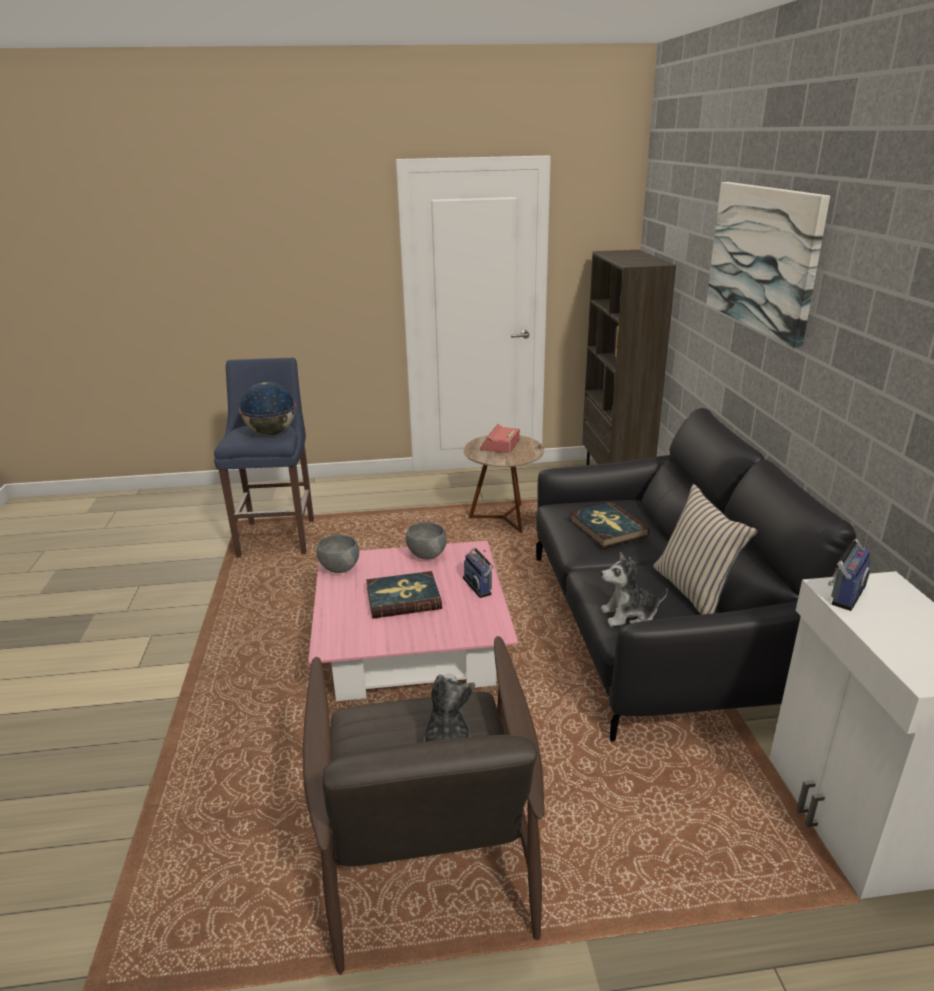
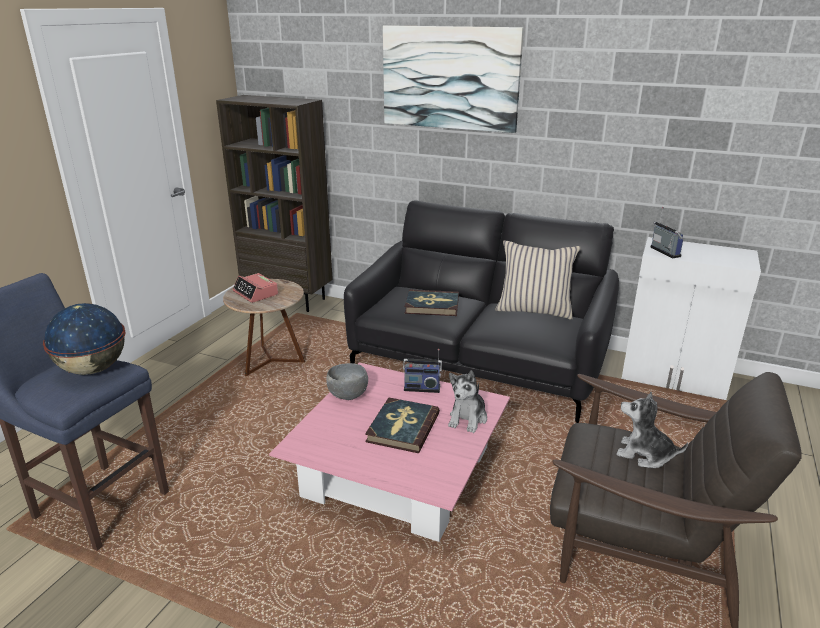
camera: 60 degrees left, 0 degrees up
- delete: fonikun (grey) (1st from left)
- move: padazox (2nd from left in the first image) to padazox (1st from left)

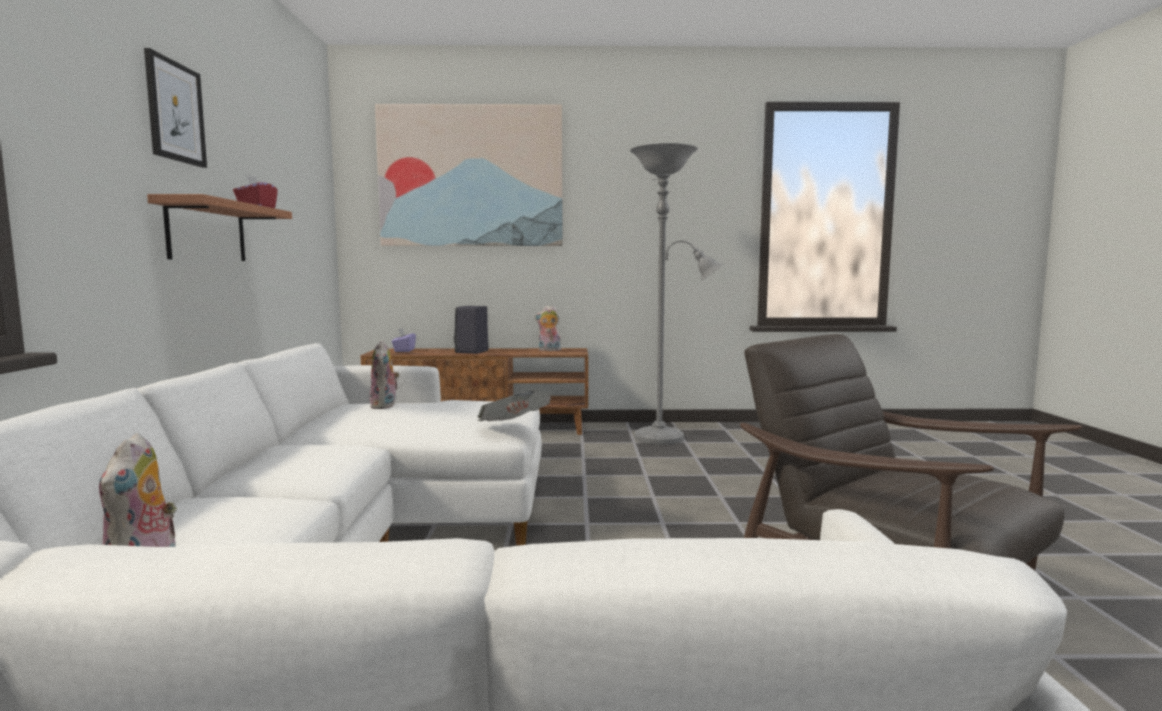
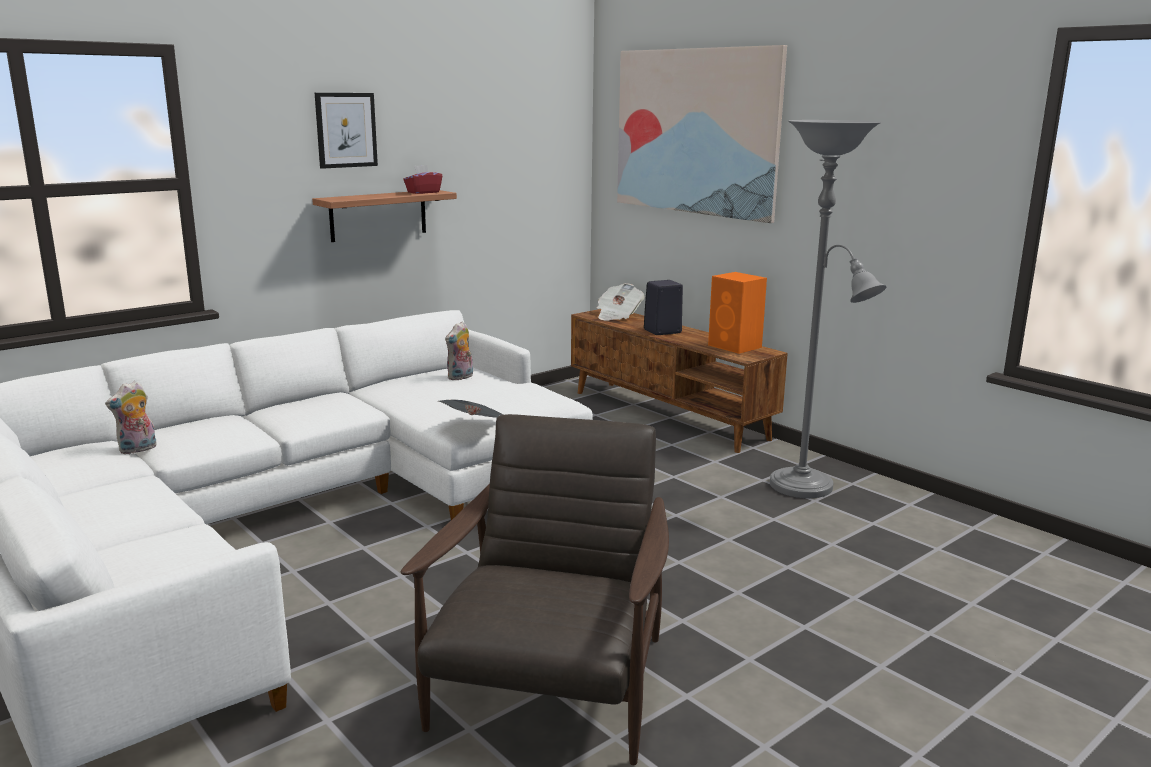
camera: 50 degrees right, 10 degrees up
- replace: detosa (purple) to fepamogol (2nd from left)
- replace: padazox (3rd from left) to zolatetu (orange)

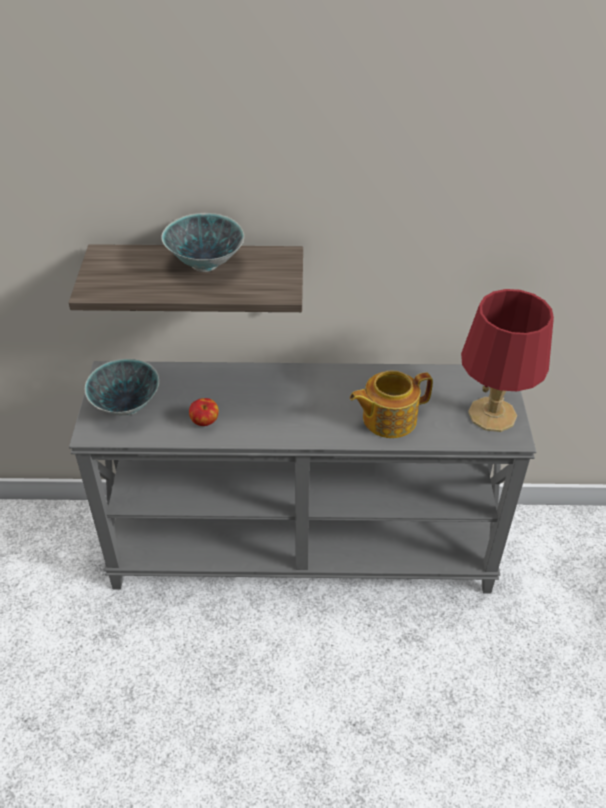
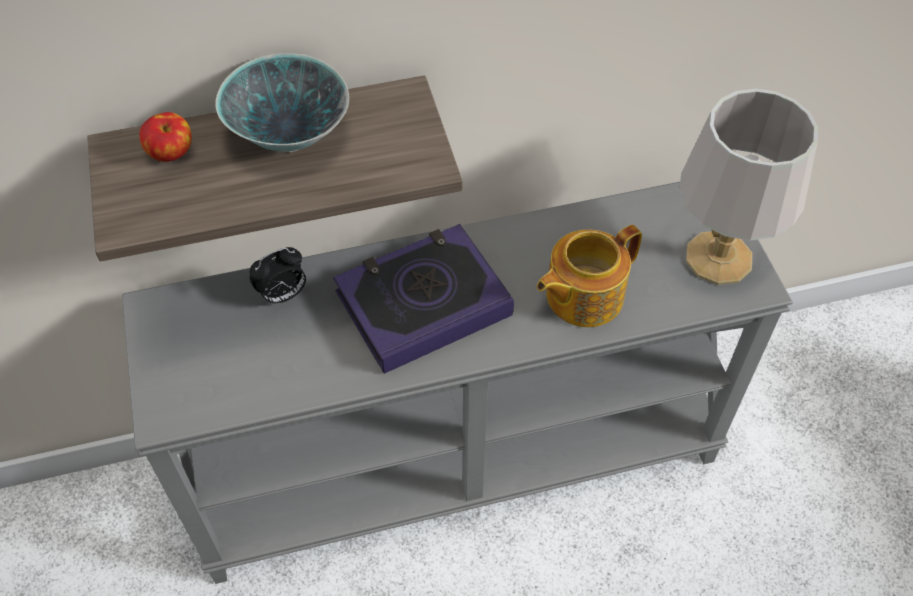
camera: 15 degrees left, 10 degrees up
- delete: fonikun (1st from left)
- insert: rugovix
- insert: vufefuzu
- move: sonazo
- recolor: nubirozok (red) to nubirozok (grey)

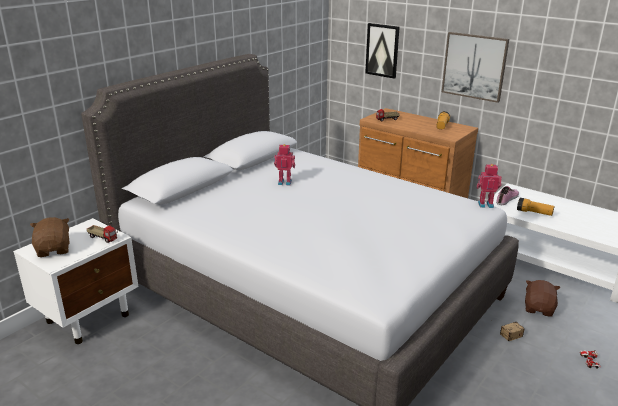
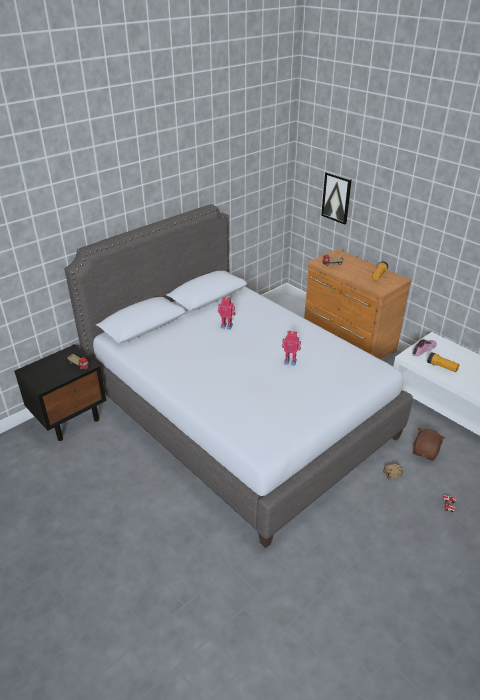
camera: 10 degrees right, 10 degrees up
- delete: padazox (brown) (1st from left)
- delete: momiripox (2nd from left)
- move: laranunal (2nd from left)
- recolor: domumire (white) to domumire (black)

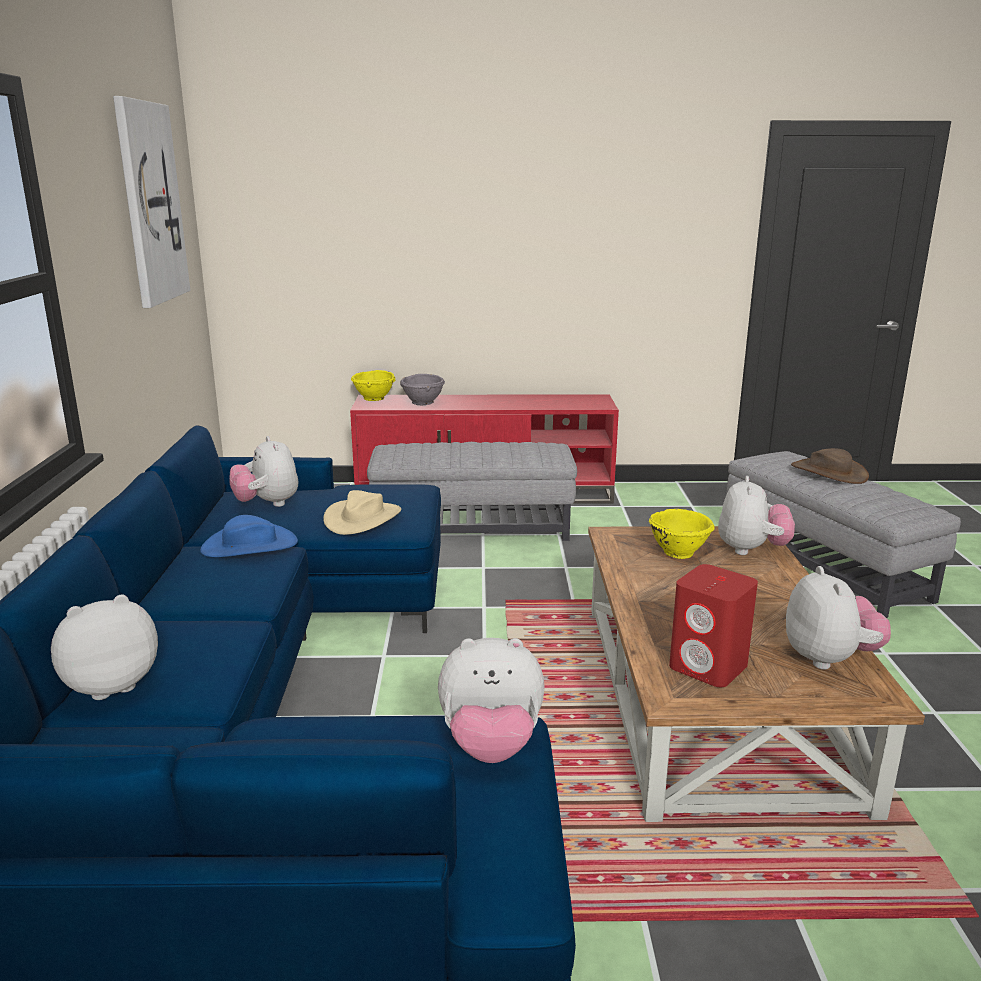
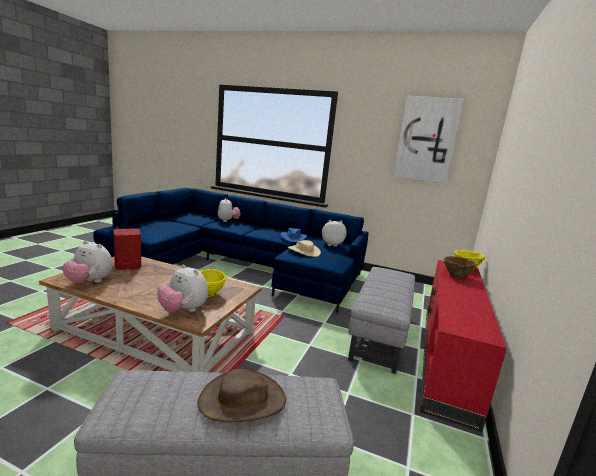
camera: 110 degrees right, 5 degrees down
- delete: padazox (3rd from left)
- recolor: fonikun (grey) to fonikun (brown)

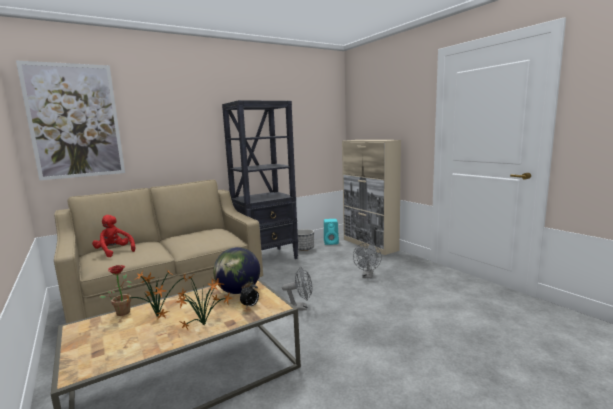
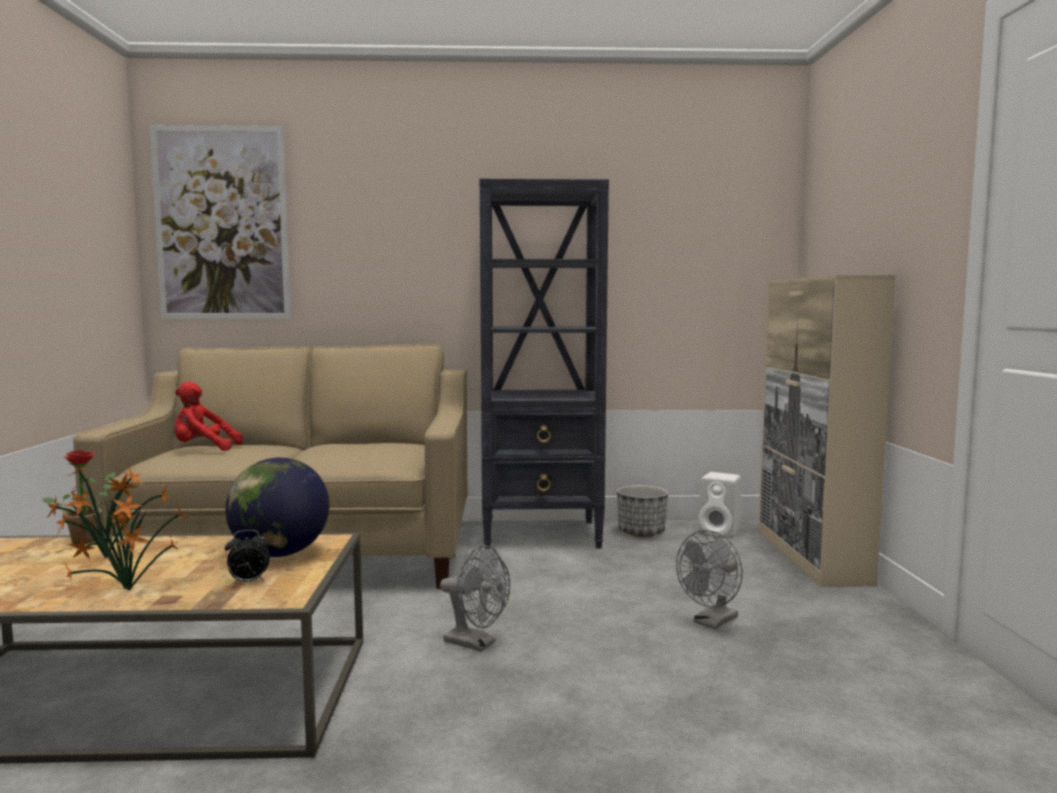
camera: 30 degrees right, 5 degrees down
- recolor: zolatetu (turquoise) to zolatetu (white)
- rotate: padazox (red) 75 degrees counterclockwise

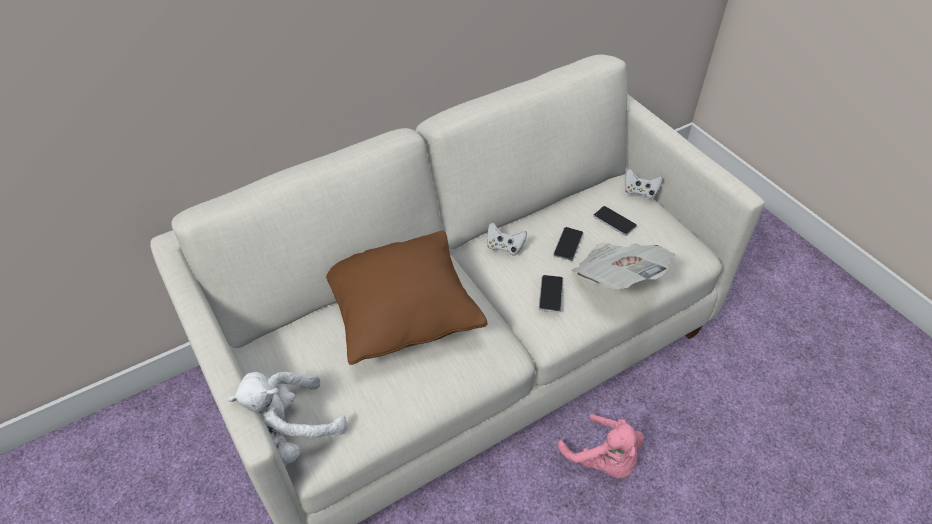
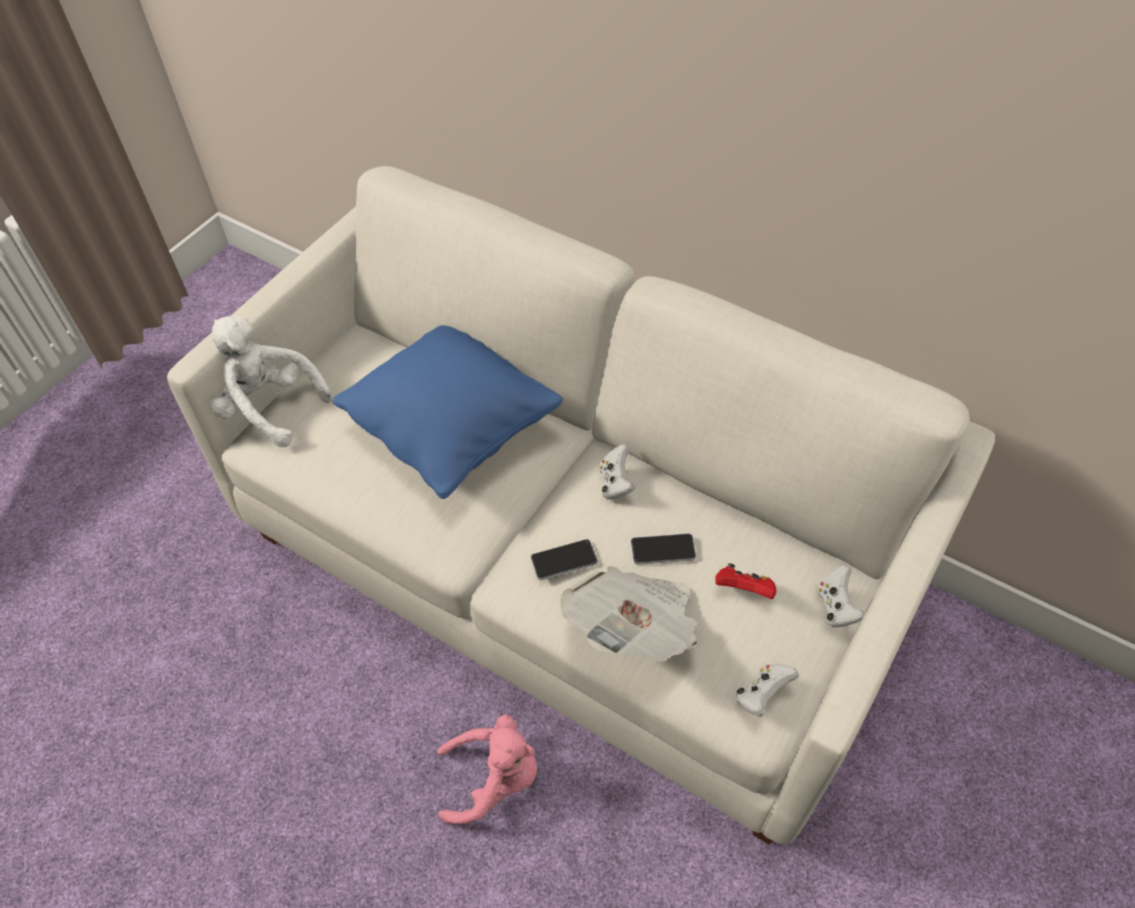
camera: 65 degrees right, 5 degrees up
- insert: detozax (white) (2nd from left)
- replace: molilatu (3rd from left) to detozax (red)
- recolor: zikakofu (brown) to zikakofu (blue)
- rotate: padazox (pink) 120 degrees counterclockwise

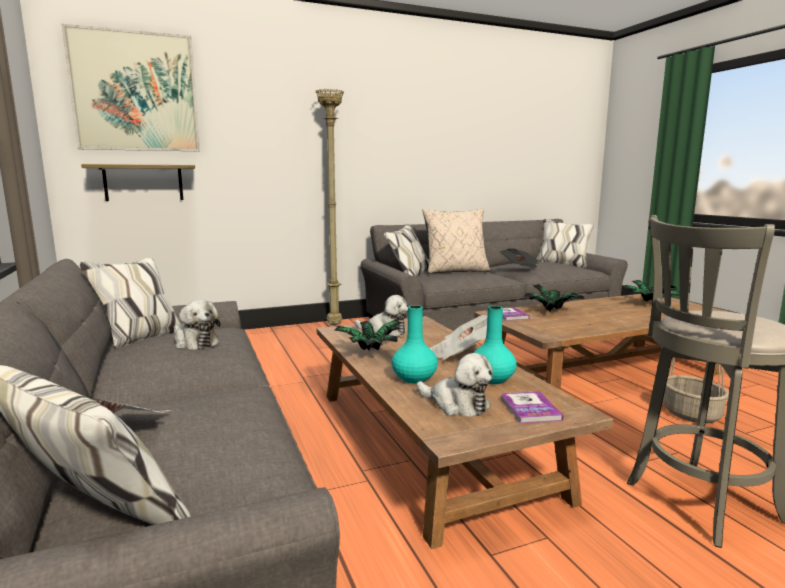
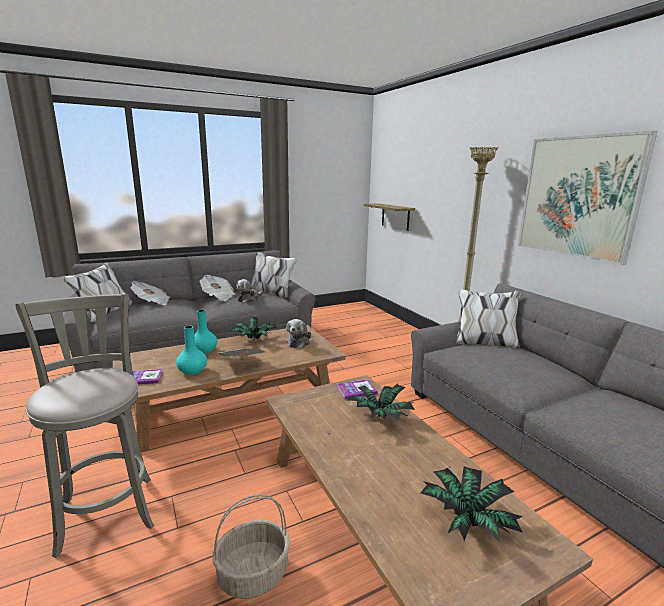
camera: 85 degrees right, 5 degrees up
- delete: padazox (3rd from left)
- delete: zikakofu (beige)
- move: momiripox
- move: fepamogol (3rd from left in the first image) to fepamogol (2nd from left)

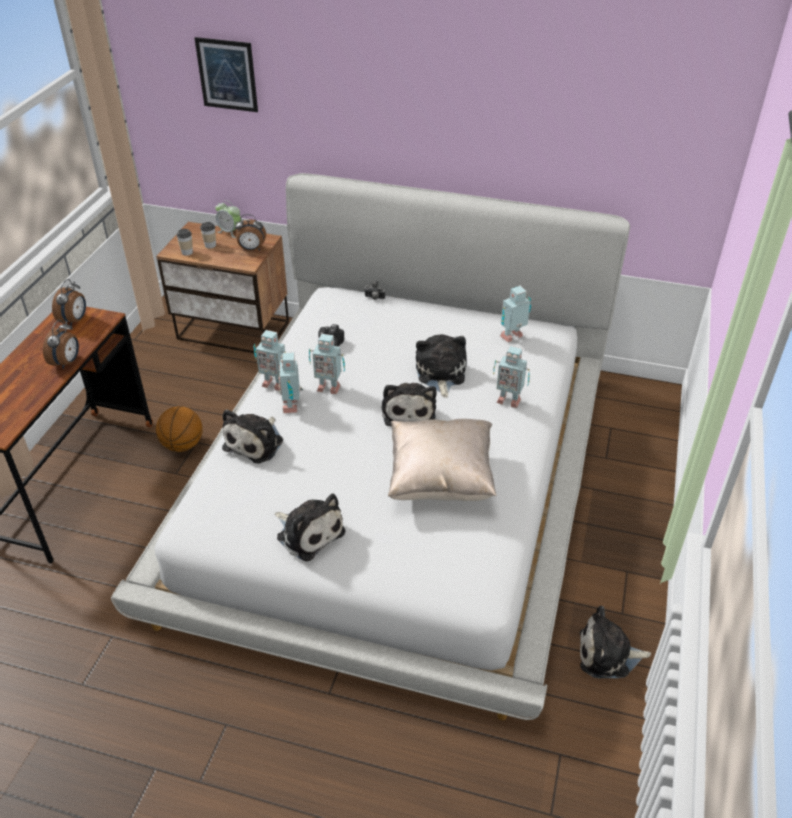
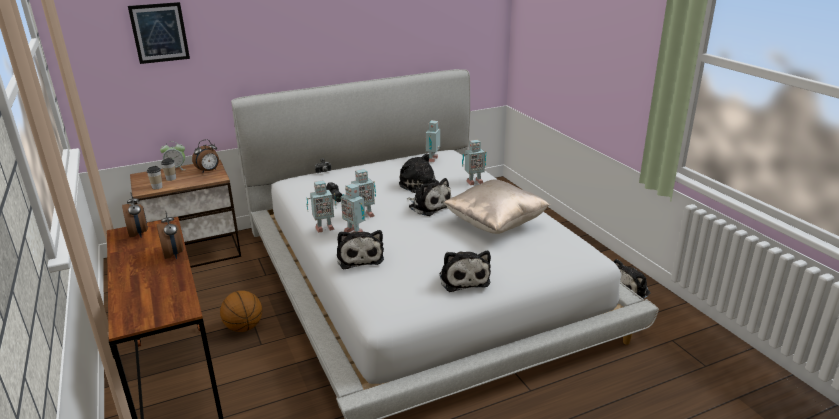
camera: 40 degrees left, 15 degrees down
- rotate: padazox (2nd from left in the first image) 75 degrees clockwise

